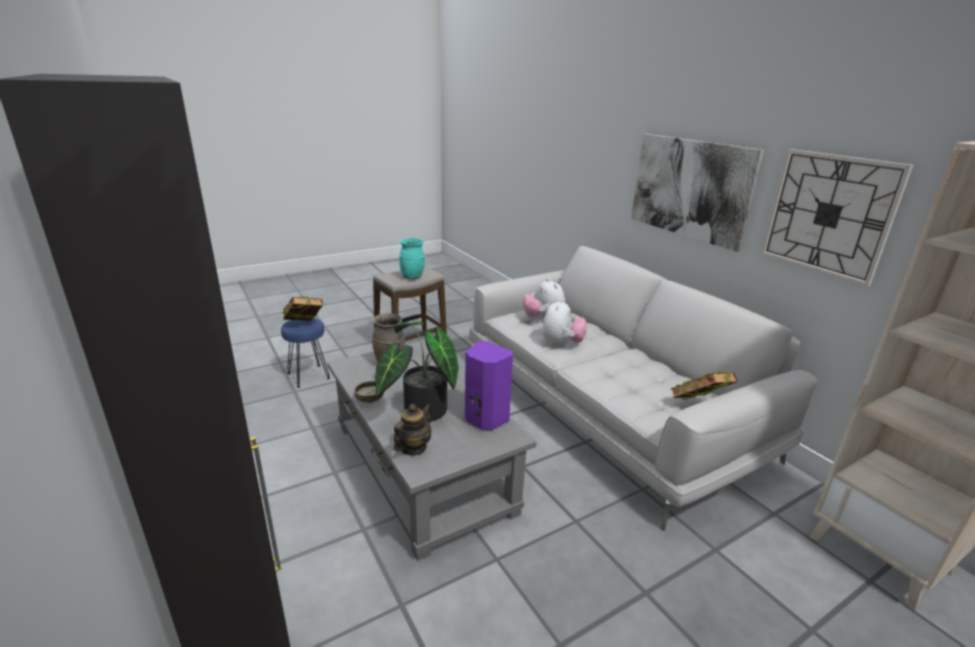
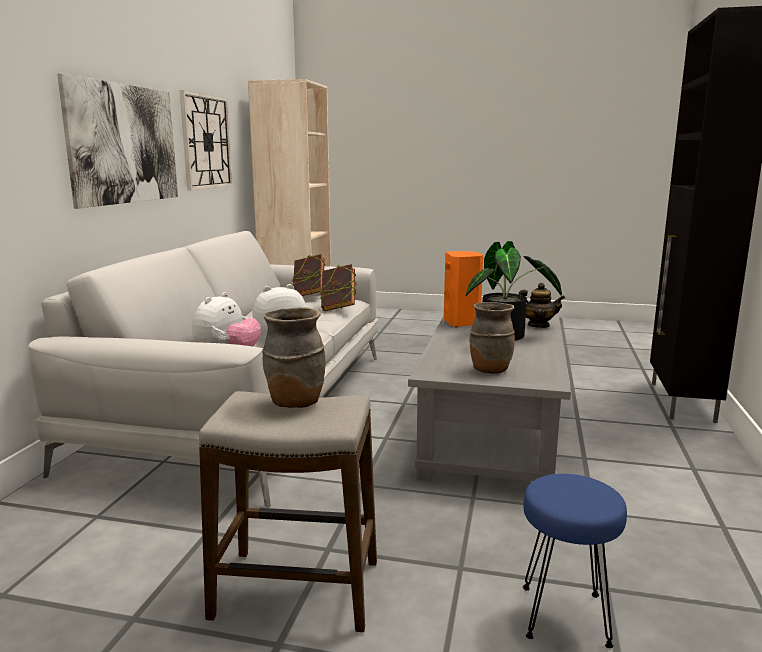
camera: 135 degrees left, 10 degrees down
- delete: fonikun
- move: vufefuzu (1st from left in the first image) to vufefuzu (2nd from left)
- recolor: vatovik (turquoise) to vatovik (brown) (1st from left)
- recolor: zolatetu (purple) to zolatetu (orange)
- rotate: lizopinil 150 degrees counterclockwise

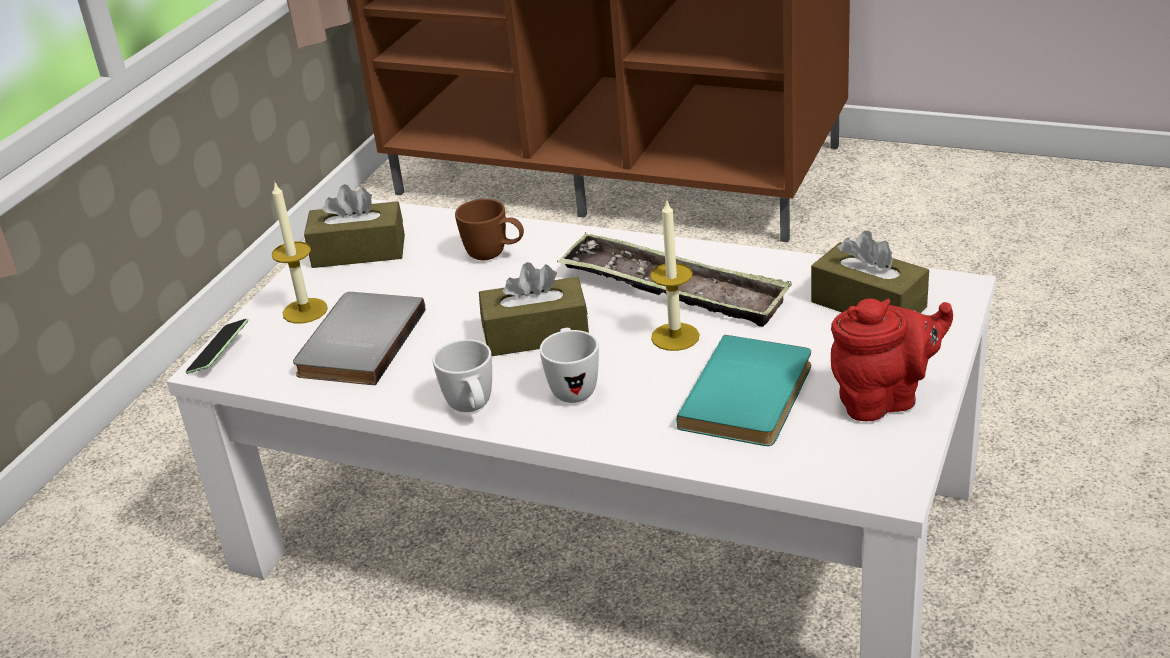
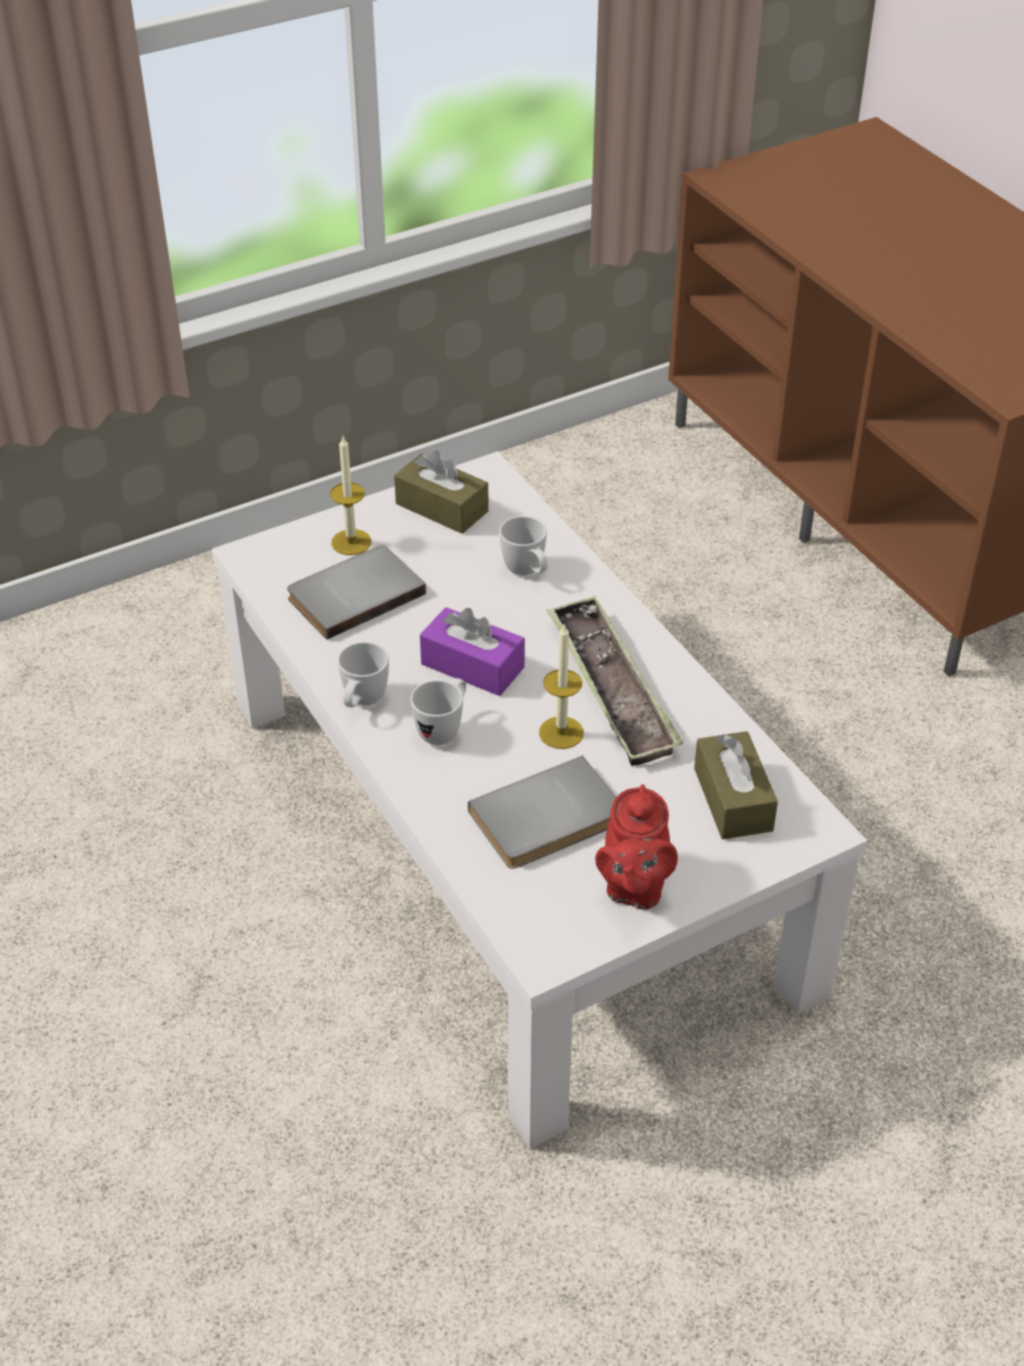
camera: 35 degrees right, 10 degrees up
- delete: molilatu
- recolor: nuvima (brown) to nuvima (white) (3rd from left)
- recolor: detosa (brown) (2nd from left) to detosa (purple)
- recolor: vufefuzu (turquoise) to vufefuzu (grey) (2nd from left)
- rotate: lizopinil (red) 75 degrees clockwise

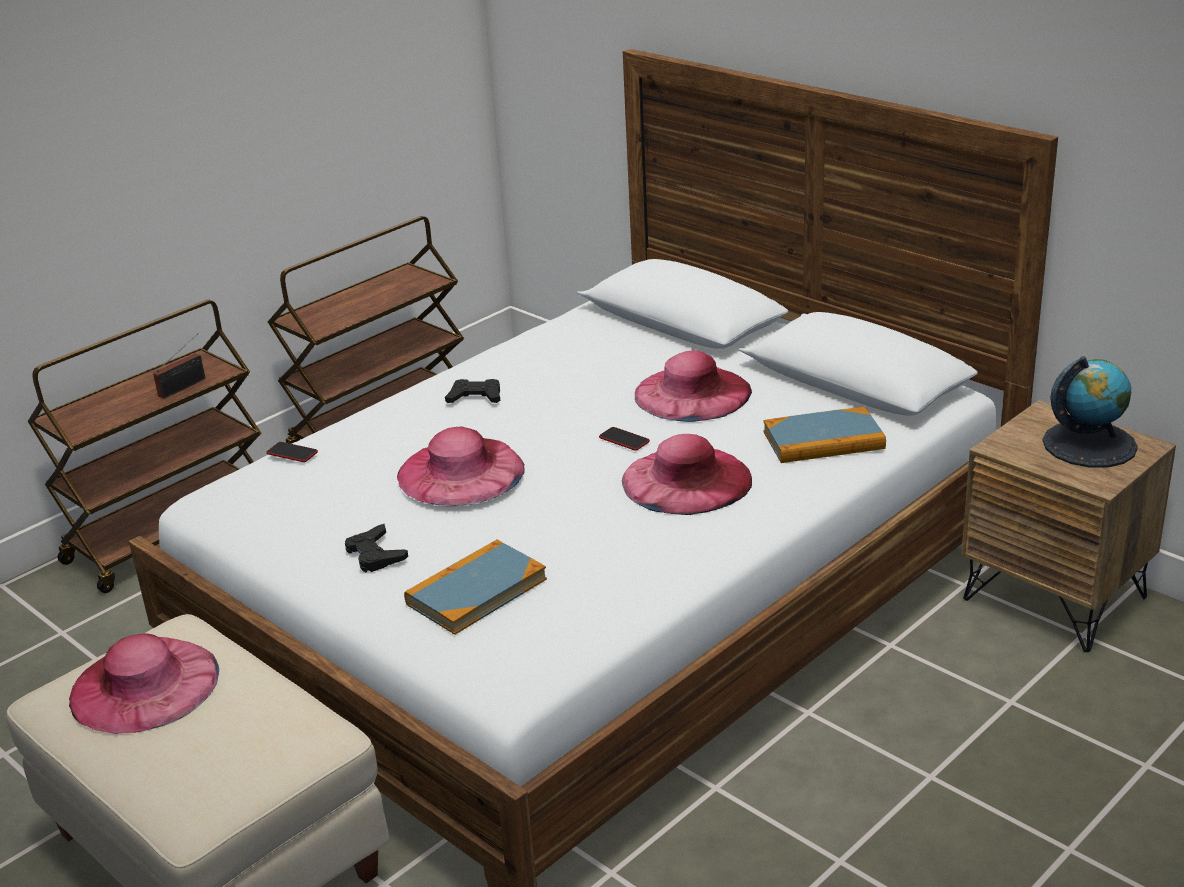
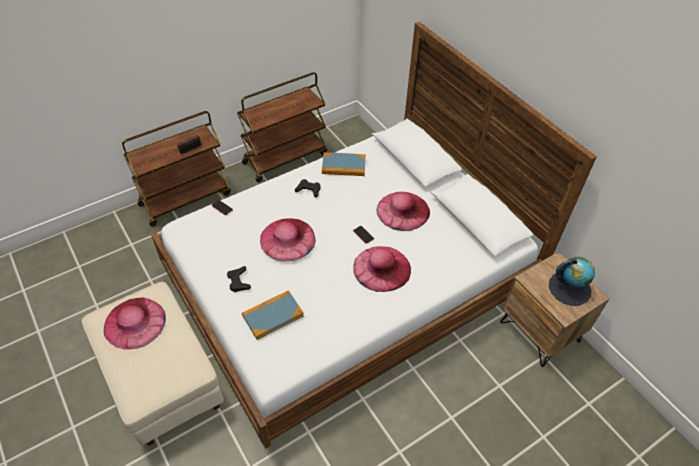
camera: 10 degrees right, 20 degrees up
- move: vufefuzu (2nd from left)

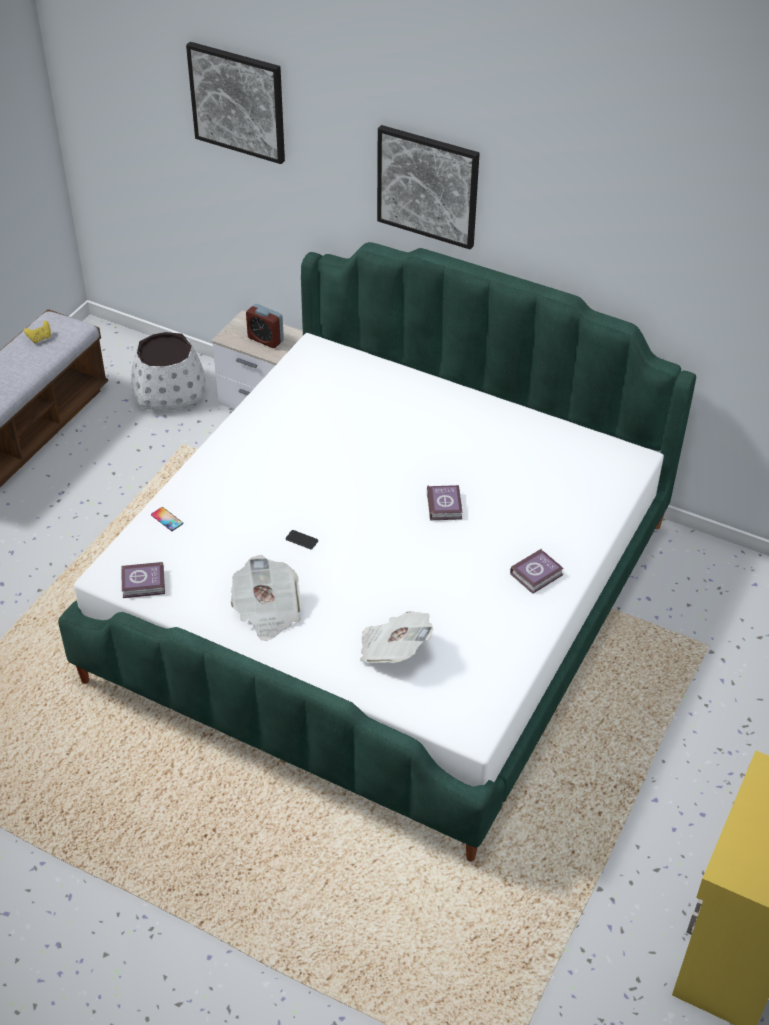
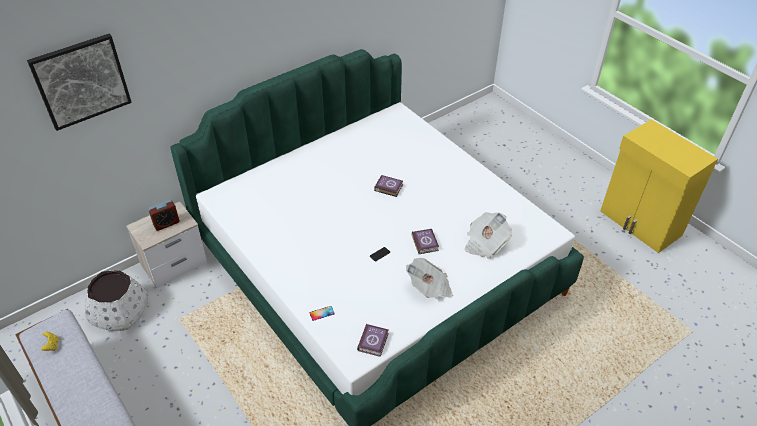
camera: 65 degrees left, 0 degrees up
- delete: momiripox (2nd from left)
- move: vufefuzu (3rd from left)

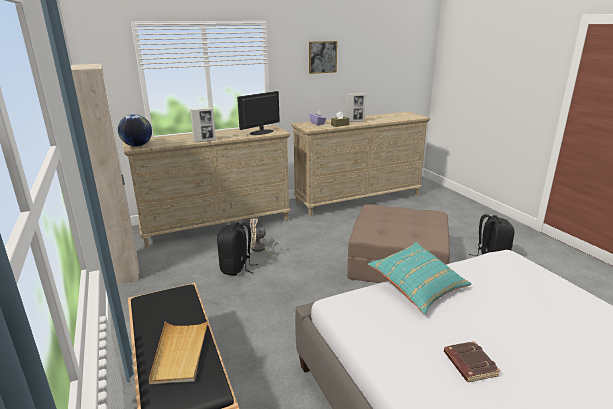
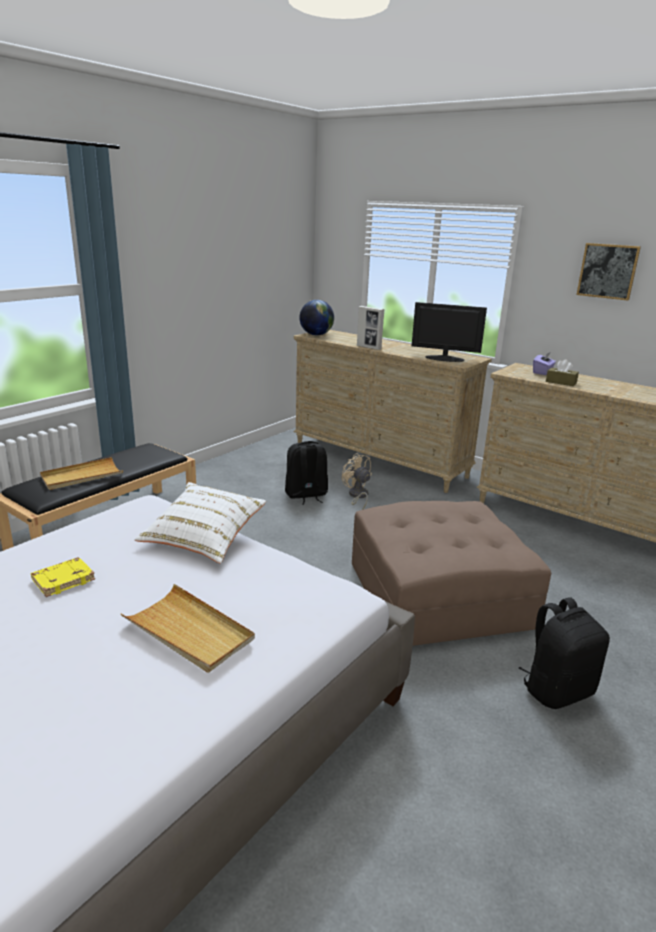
camera: 60 degrees right, 0 degrees up
- delete: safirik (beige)
- delete: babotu (2nd from left)
- insert: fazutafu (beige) (2nd from left)
- recolor: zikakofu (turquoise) to zikakofu (white)
- recolor: vufefuzu (brown) to vufefuzu (yellow)

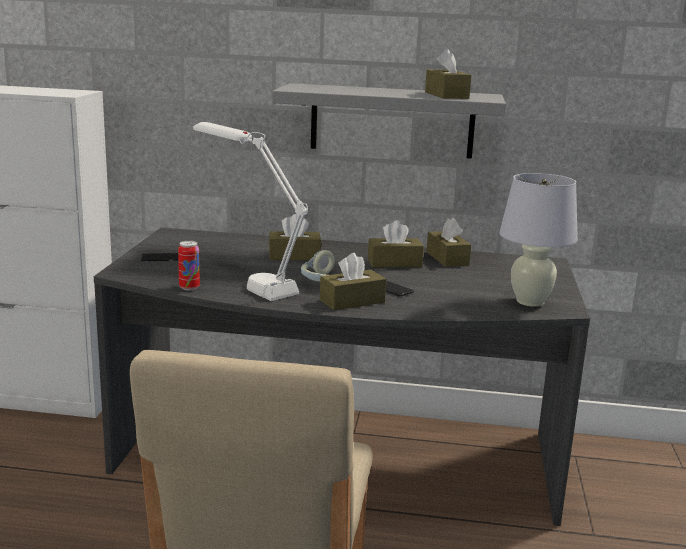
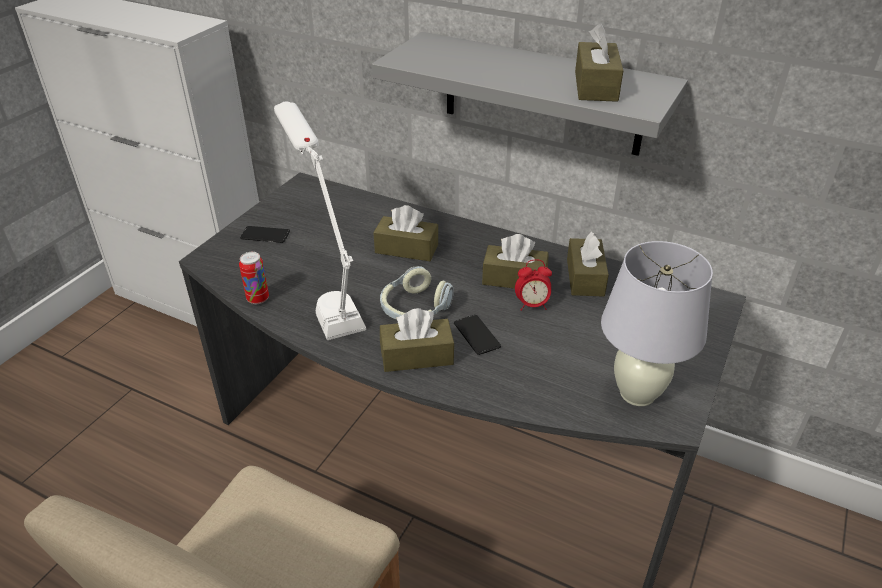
camera: 20 degrees right, 20 degrees up
- insert: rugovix

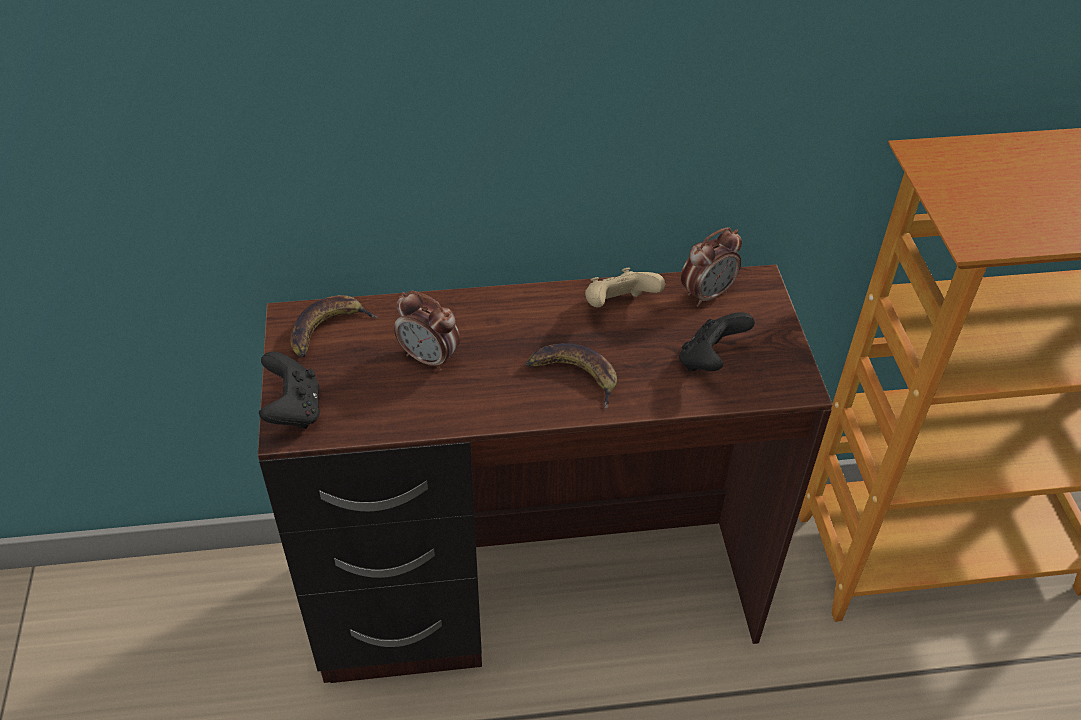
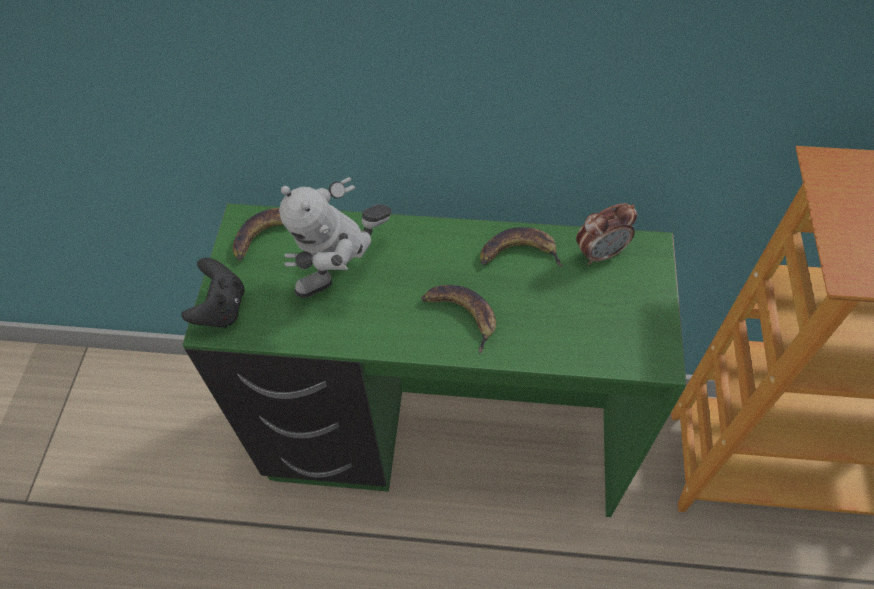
camera: 15 degrees right, 10 degrees up
- delete: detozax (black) (2nd from left)
- replace: rugovix (1st from left) to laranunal
- replace: detozax (beige) to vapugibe (3rd from left)
- recolor: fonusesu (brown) to fonusesu (green)

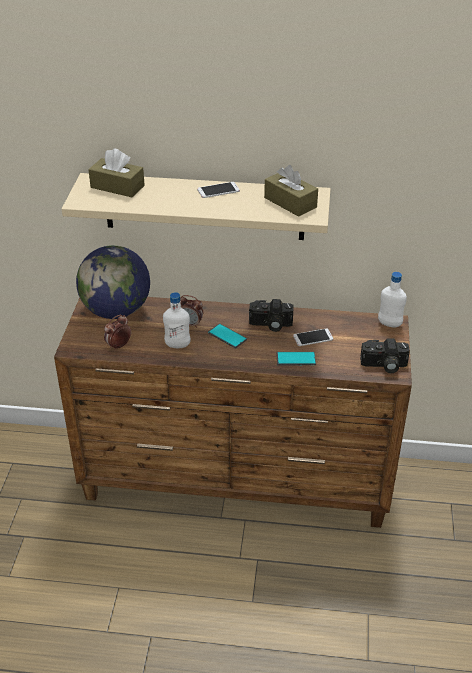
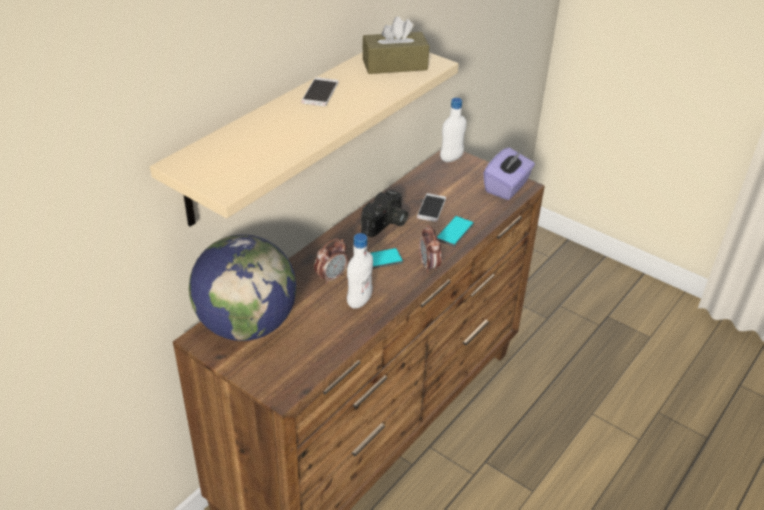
camera: 60 degrees left, 0 degrees up
- delete: detosa (brown) (1st from left)
- move: rugovix (1st from left in the first image) to rugovix (2nd from left)
- replace: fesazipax (2nd from left) to detosa (purple)

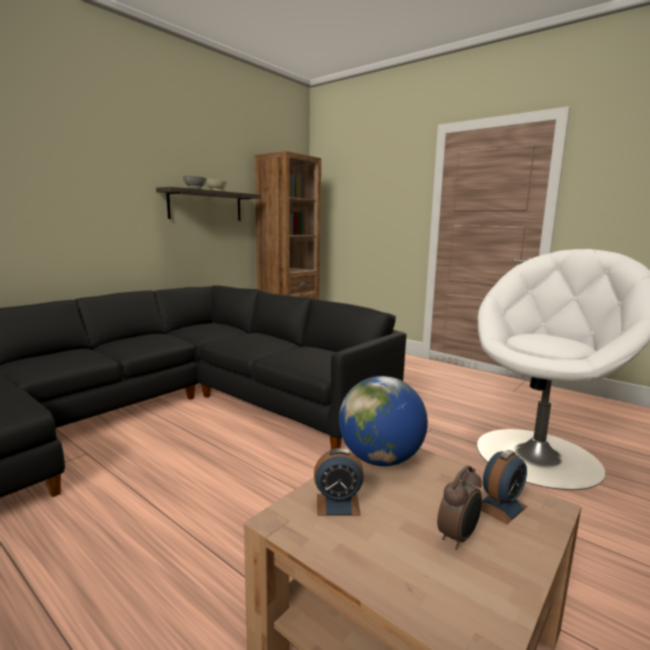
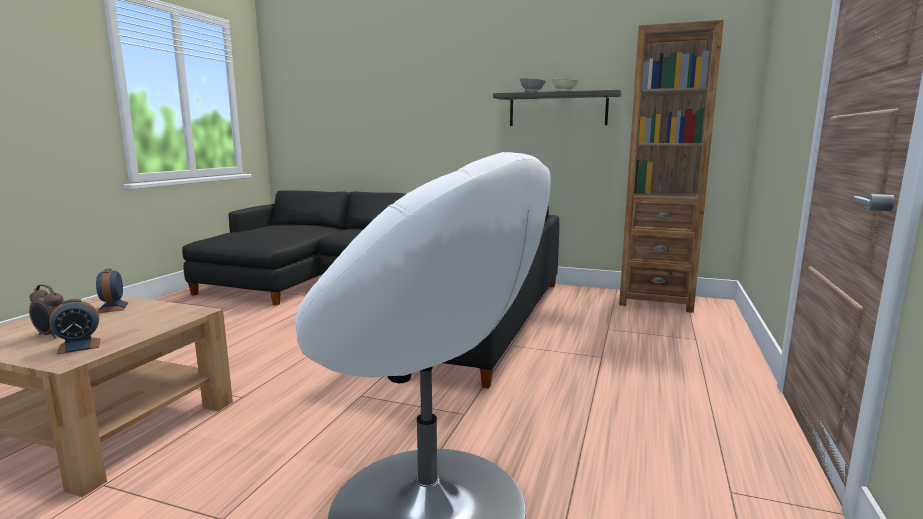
camera: 70 degrees right, 0 degrees up
- delete: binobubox
- rotate: rugovix (3rd from left in the first image) 60 degrees counterclockwise

